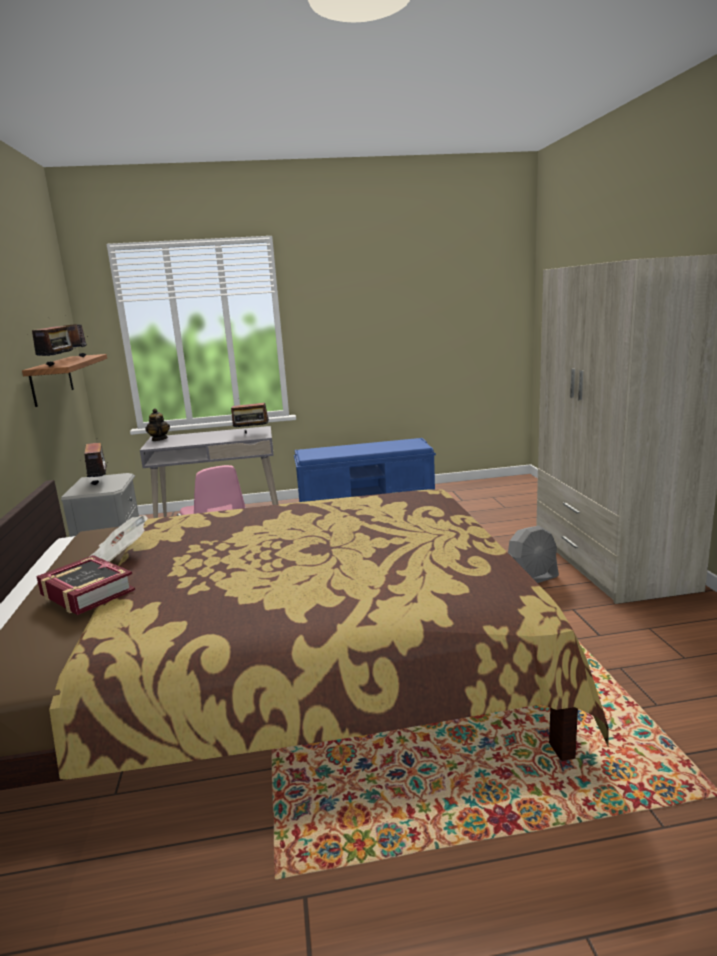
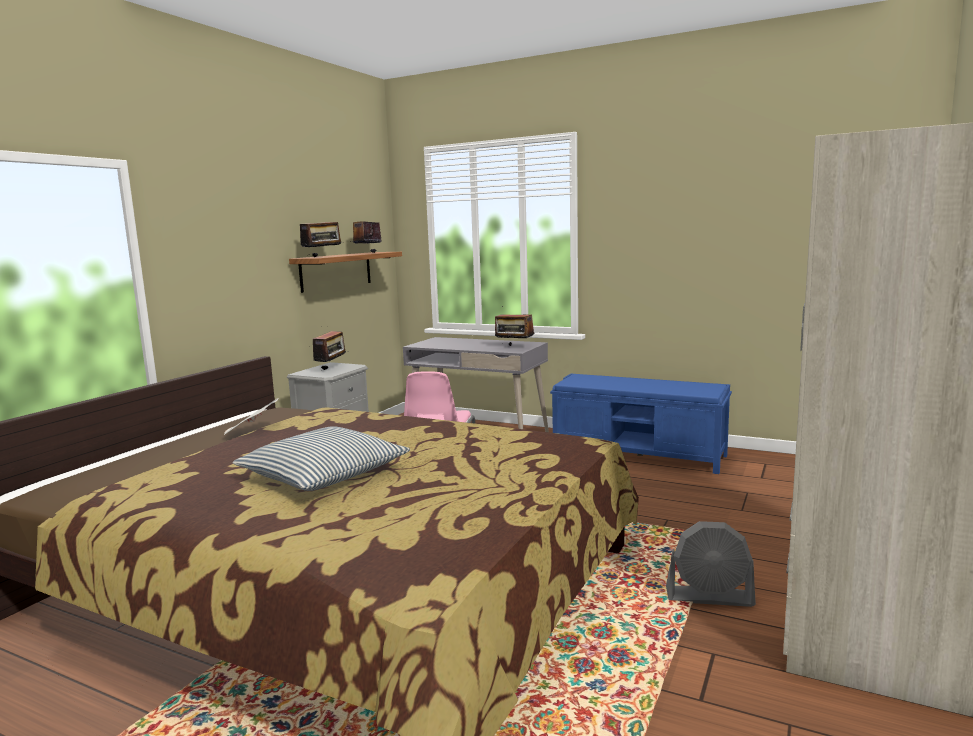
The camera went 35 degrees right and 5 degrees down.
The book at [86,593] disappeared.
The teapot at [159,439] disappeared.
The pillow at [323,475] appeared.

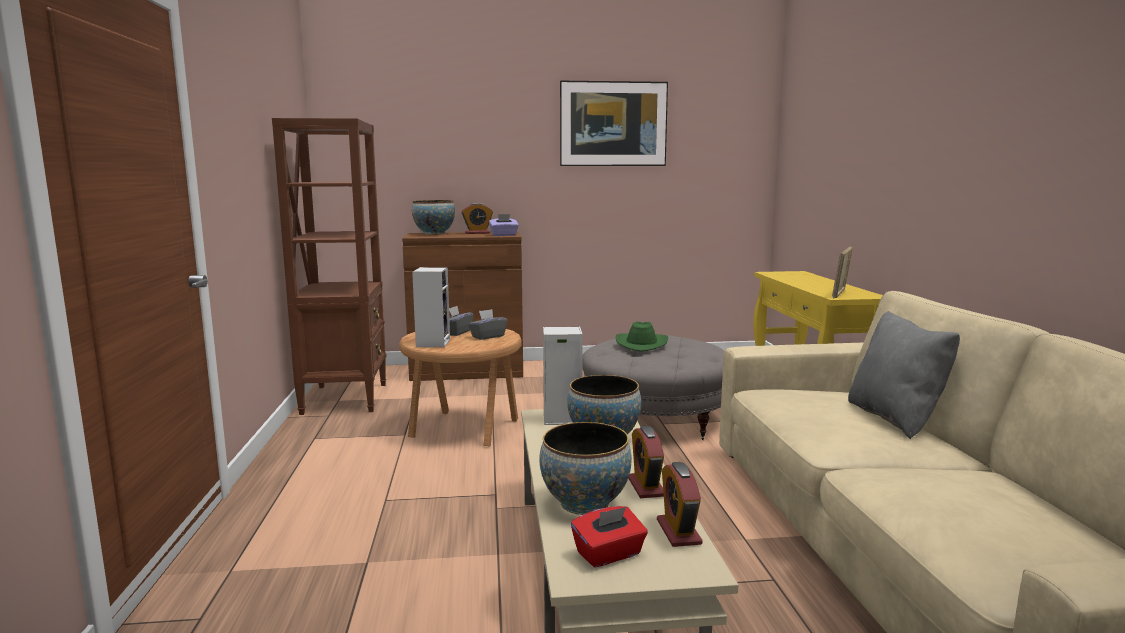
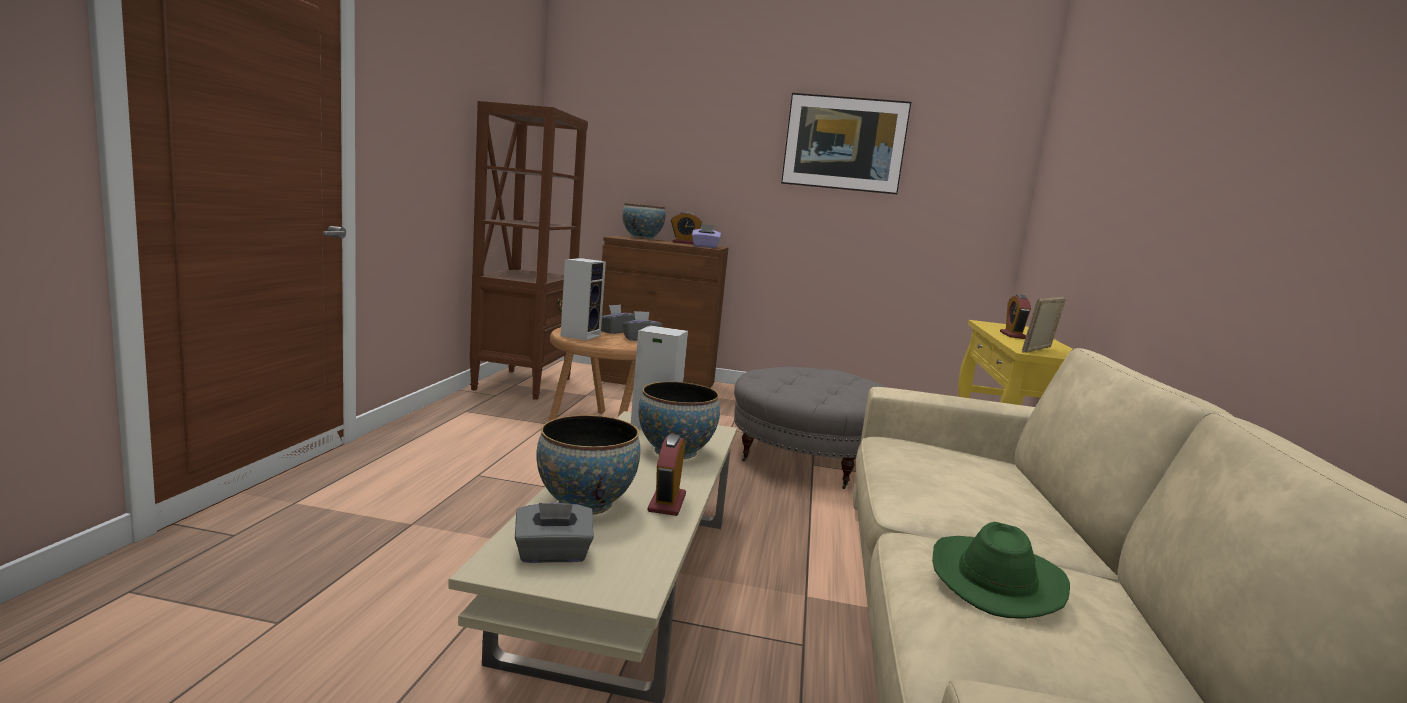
The camera went 15 degrees right and 0 degrees up.
The grey pillow at [895,419] disappeared.
The green hat moved from [641,344] to [995,580].
The alarm clock moved from [678,532] to [1013,335].
The red tissue box at [609,554] became the grey tissue box at [552,554].

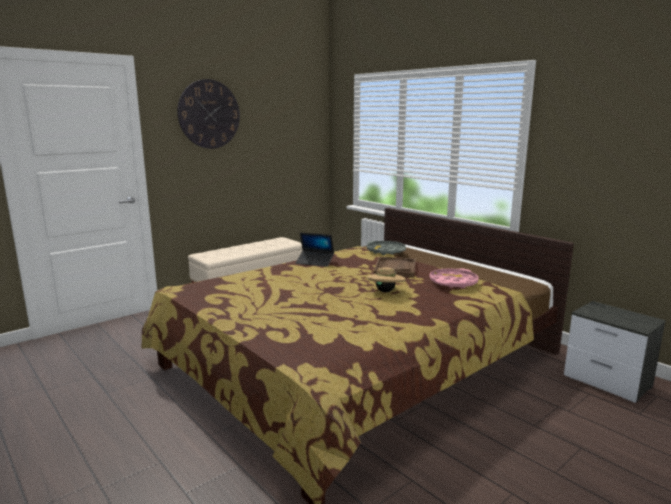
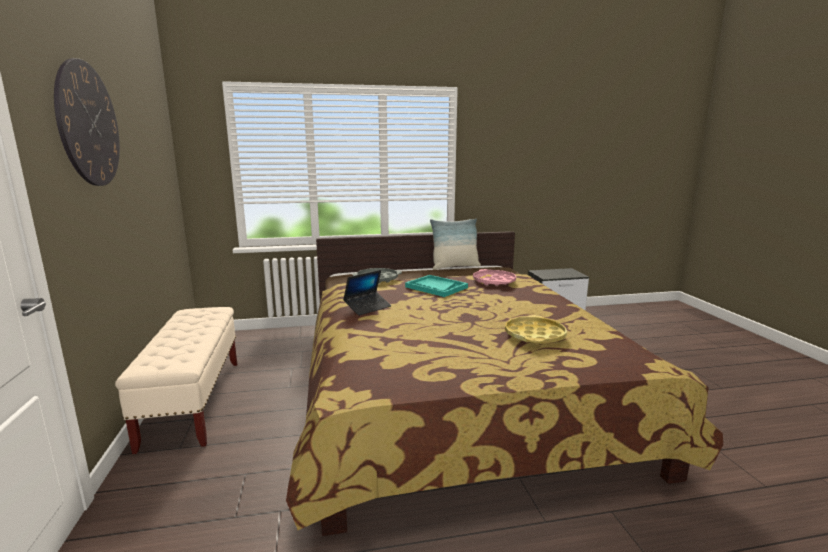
The camera went 60 degrees left and 0 degrees up.
The beige hat at [386,291] disappeared.
The pillow at [455,267] appeared.
The yellow tray at [534,335] appeared.
The brown tray at [395,268] became the turquoise tray at [436,287].

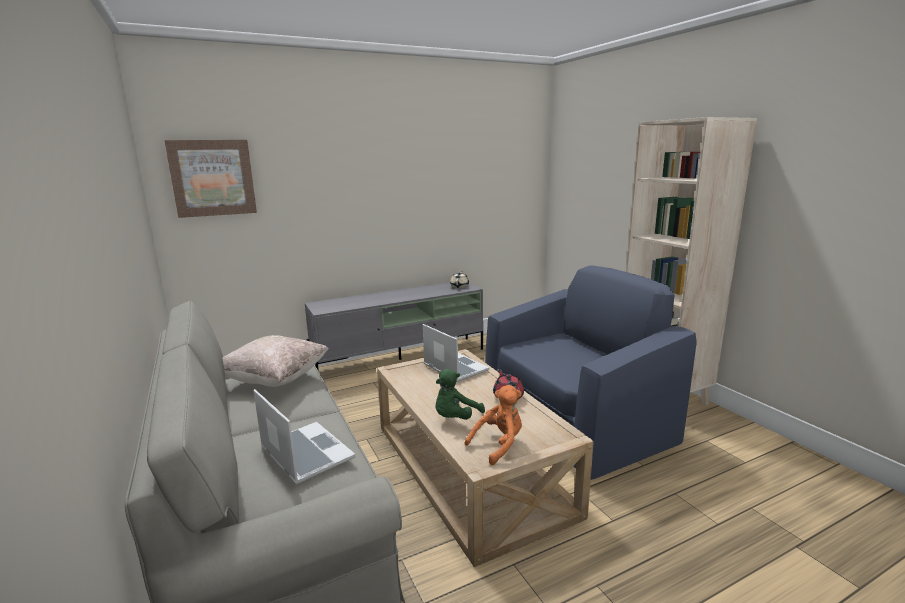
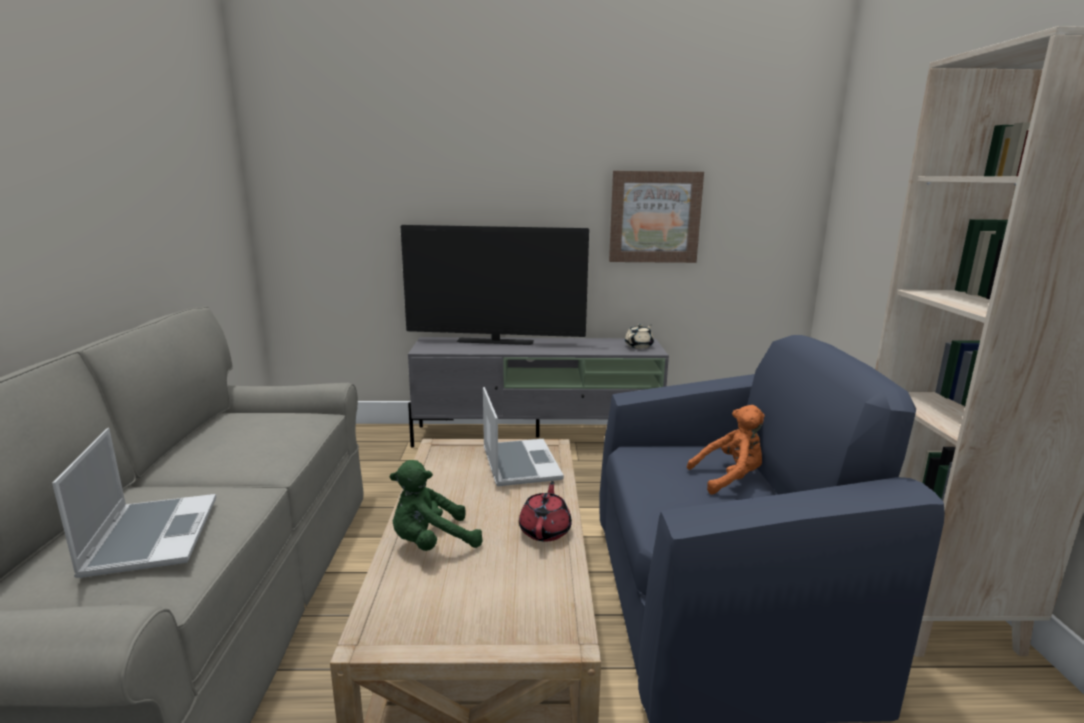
The camera went 25 degrees right and 0 degrees up.
The beige pillow at [275,380] disappeared.
The television at [495,342] appeared.
The picture moved from [212,178] to [654,217].
The orange plush toy moved from [498,445] to [730,478].

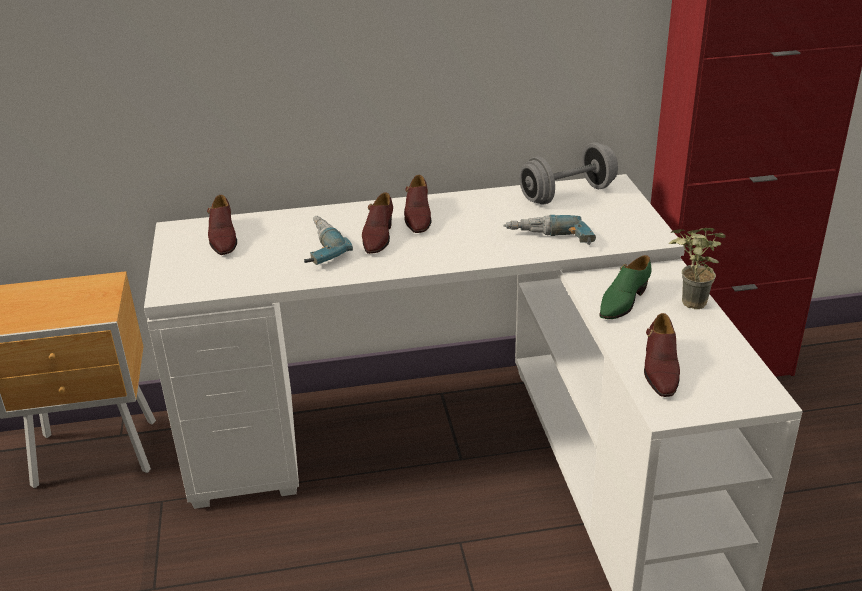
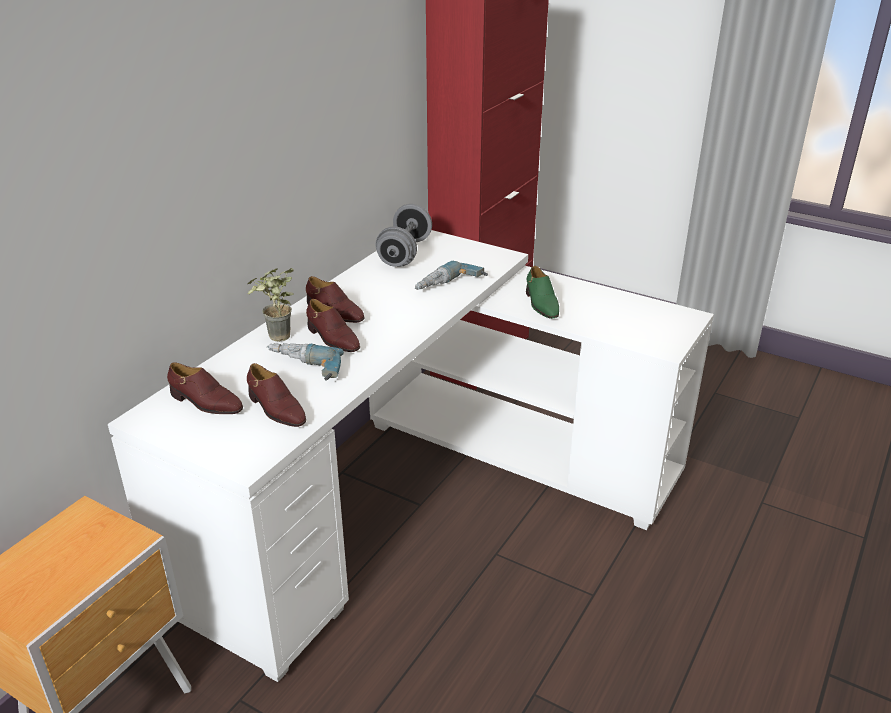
The camera went 50 degrees left and 0 degrees up.
The brown shoe moved from [660,370] to [276,409].
The potted plant moved from [687,304] to [276,340].

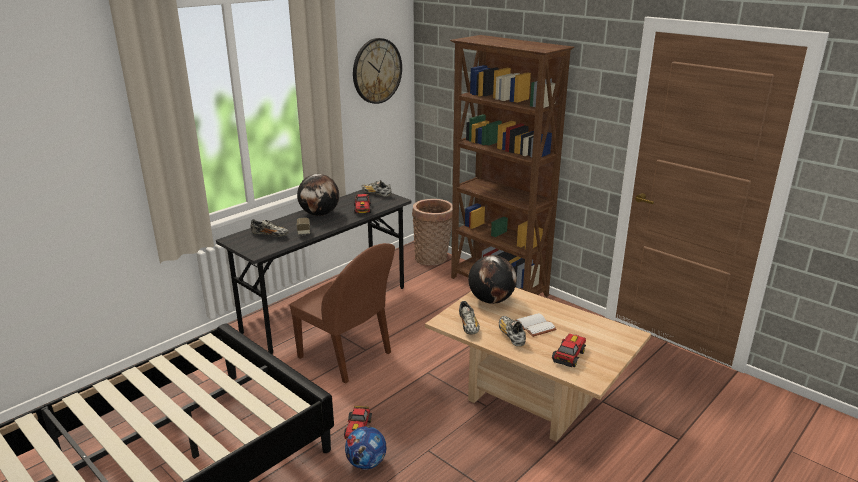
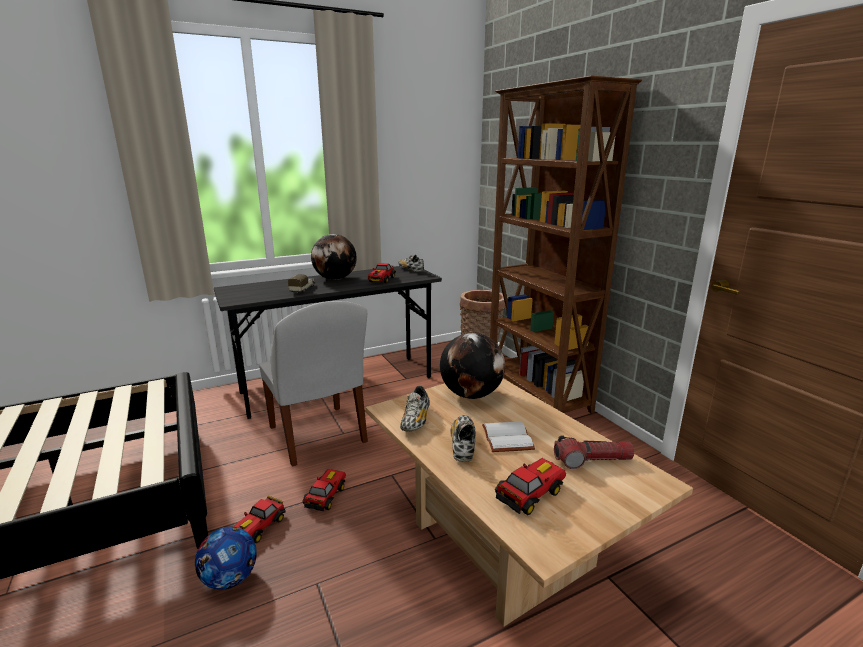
The camera went 20 degrees right and 5 degrees down.
The shoe at [270,235] disappeared.
The wall clock at [377,71] disappeared.
The toy car at [326,495] appeared.
The flashlight at [592,460] appeared.
The brown chair at [346,356] became the white chair at [318,436].

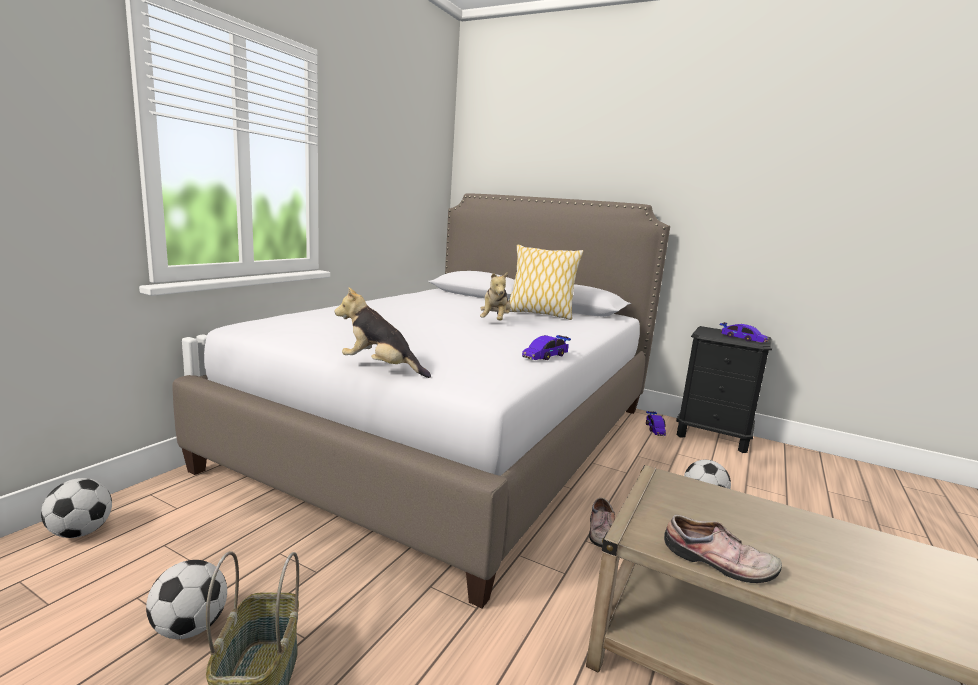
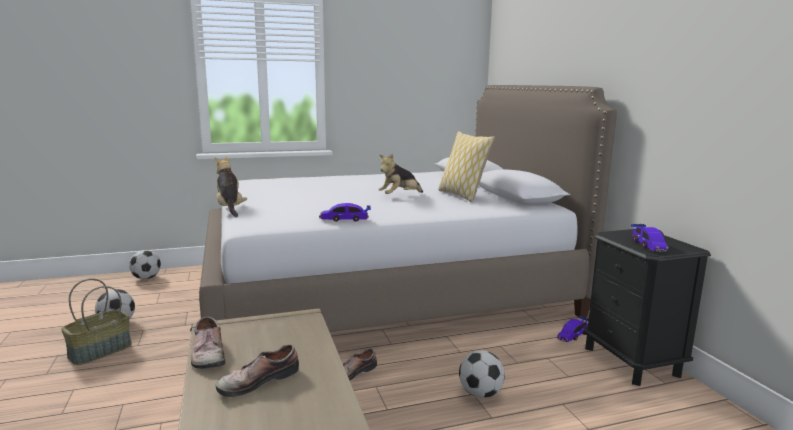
The camera went 45 degrees right and 0 degrees up.
The shoe at [257,380] appeared.

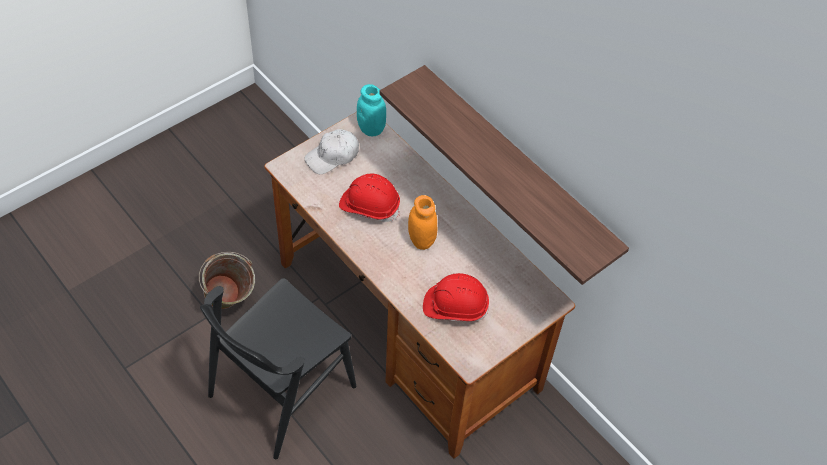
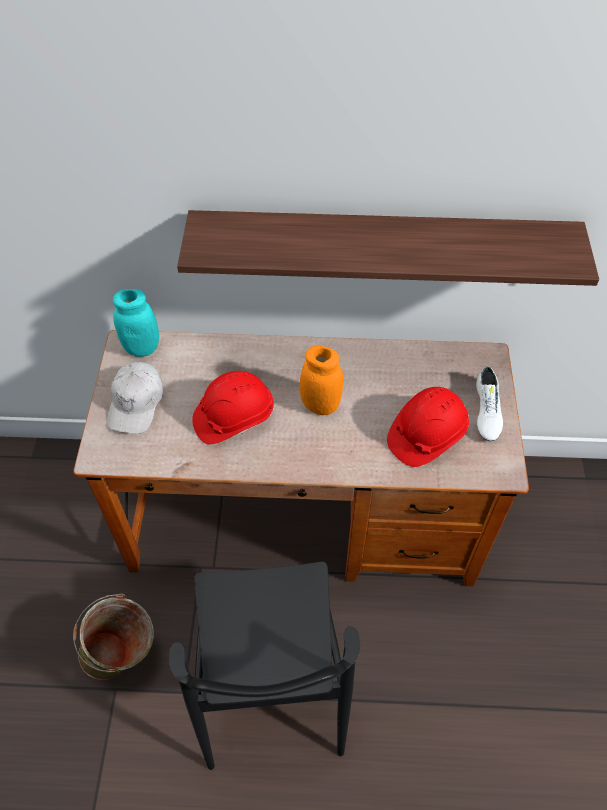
The camera went 45 degrees left and 0 degrees up.
The white shoe at [486,412] appeared.

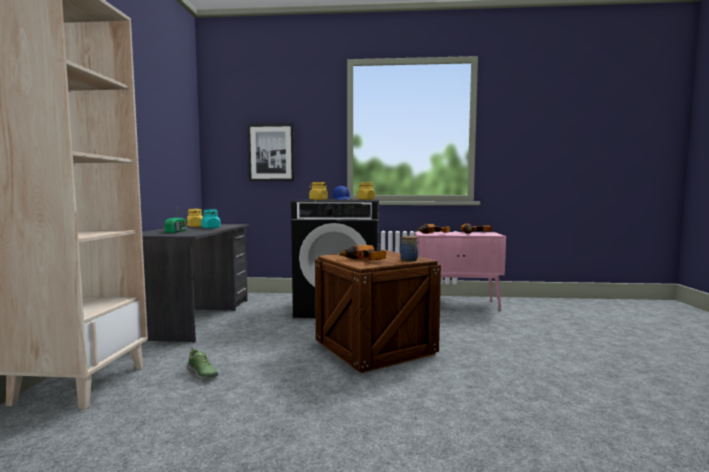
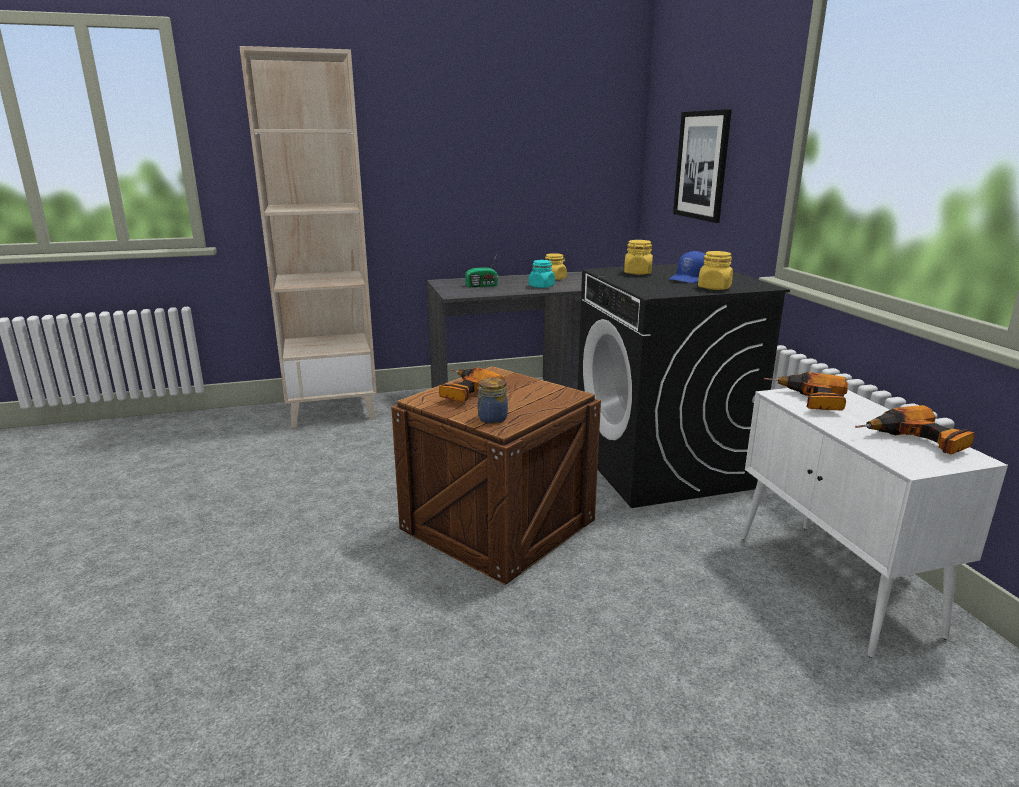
The camera went 70 degrees right and 15 degrees up.
The shoe at [202,373] disappeared.
The pink cabinet at [457,305] became the white cabinet at [835,585].

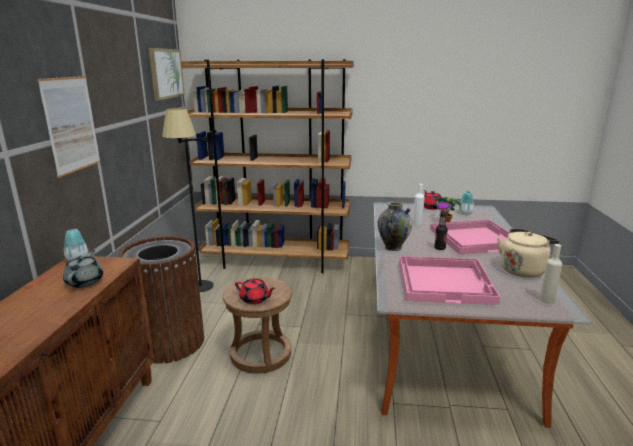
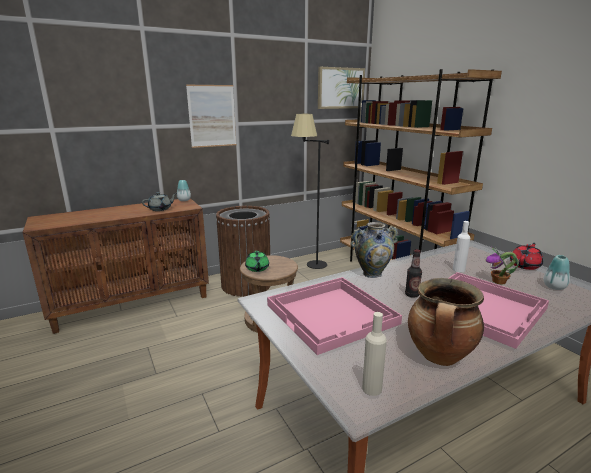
The camera went 55 degrees right and 0 degrees up.
The beige kettle at [523,270] was replaced by the cooking pot at [440,357].
The red teapot at [255,299] became the green teapot at [257,268].

